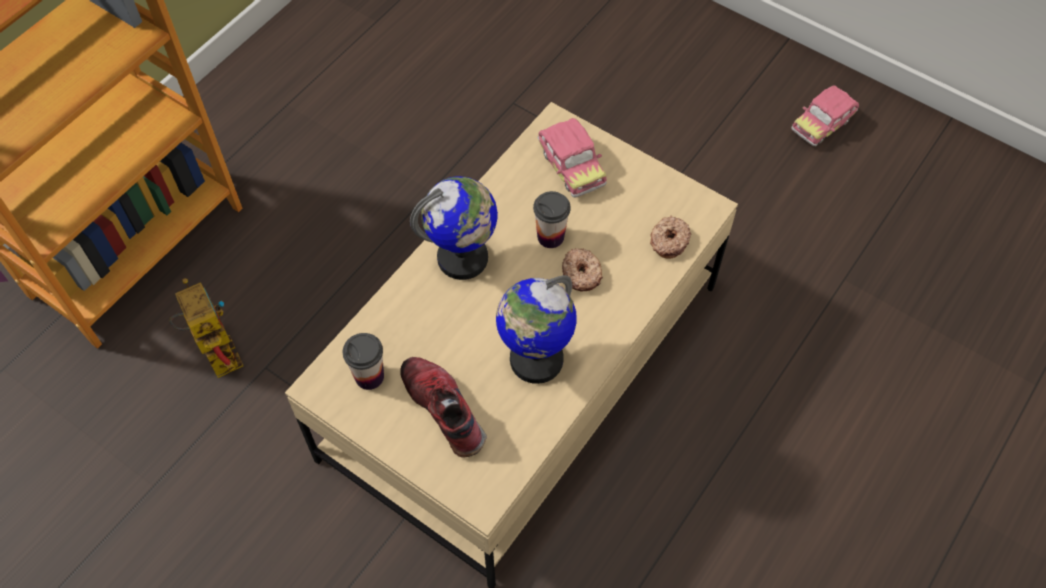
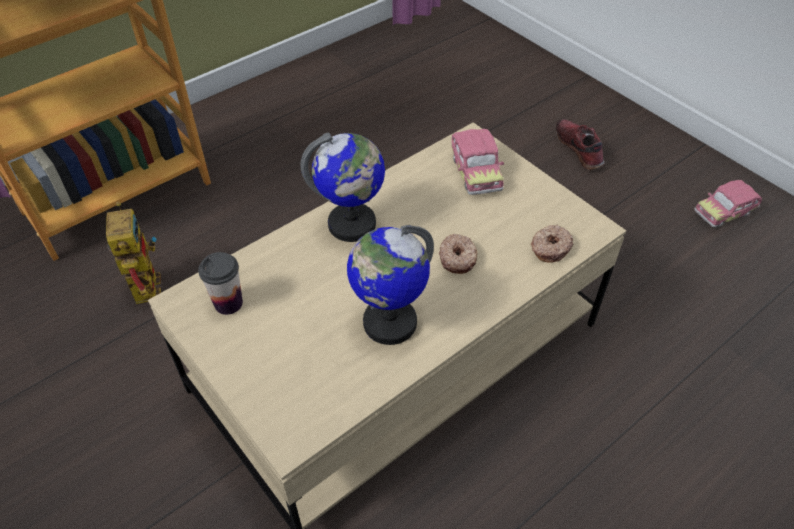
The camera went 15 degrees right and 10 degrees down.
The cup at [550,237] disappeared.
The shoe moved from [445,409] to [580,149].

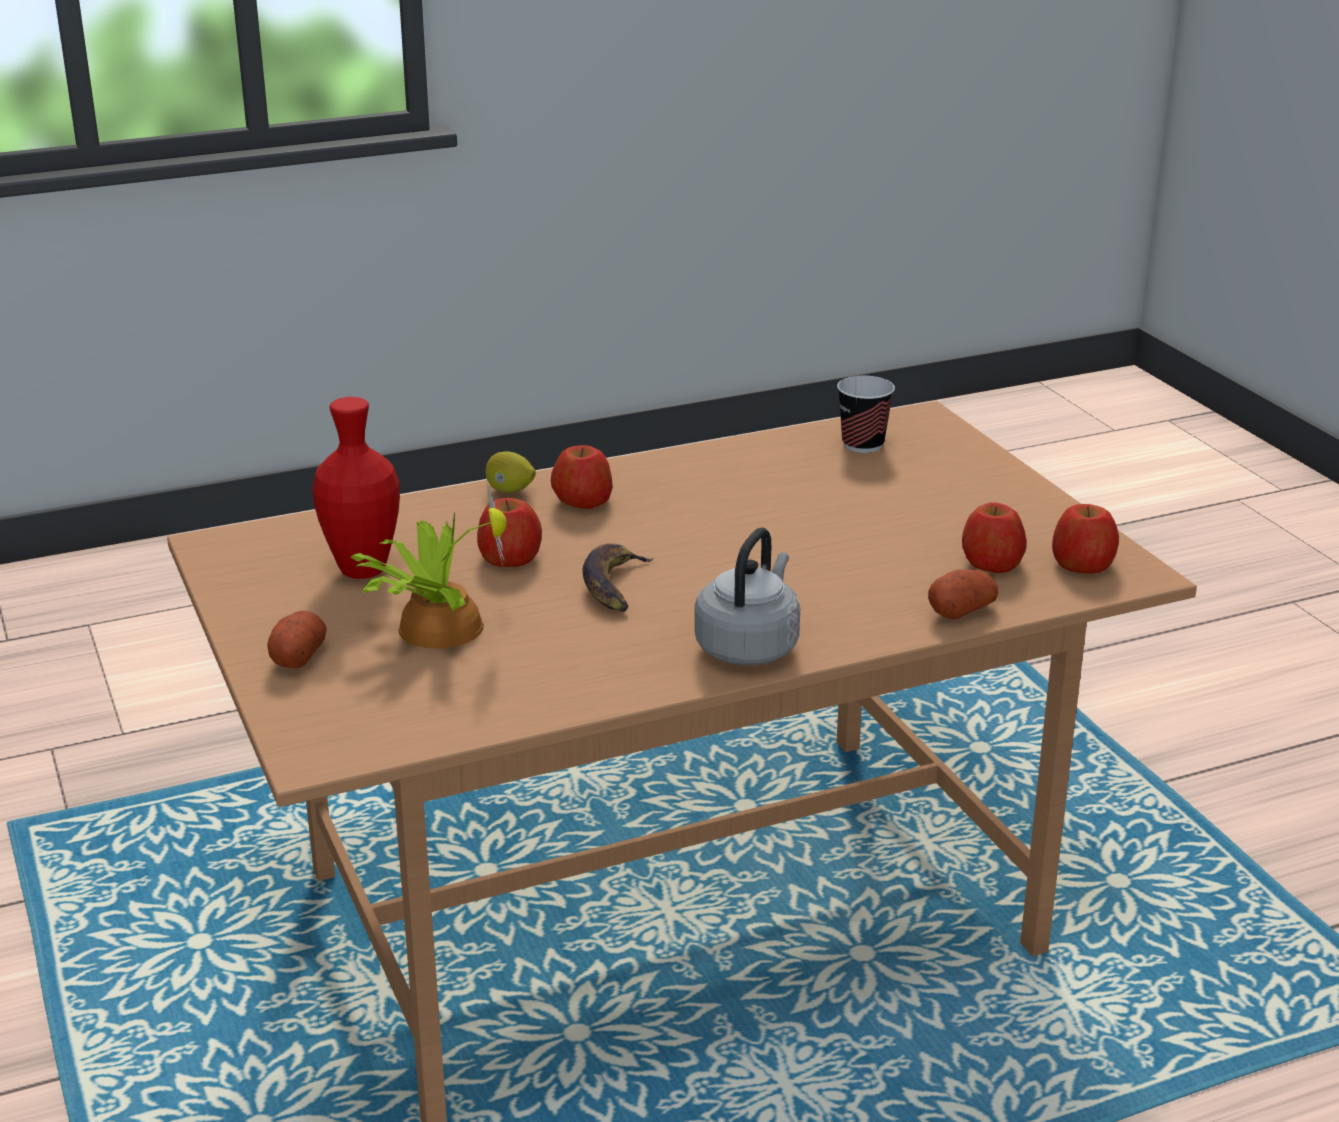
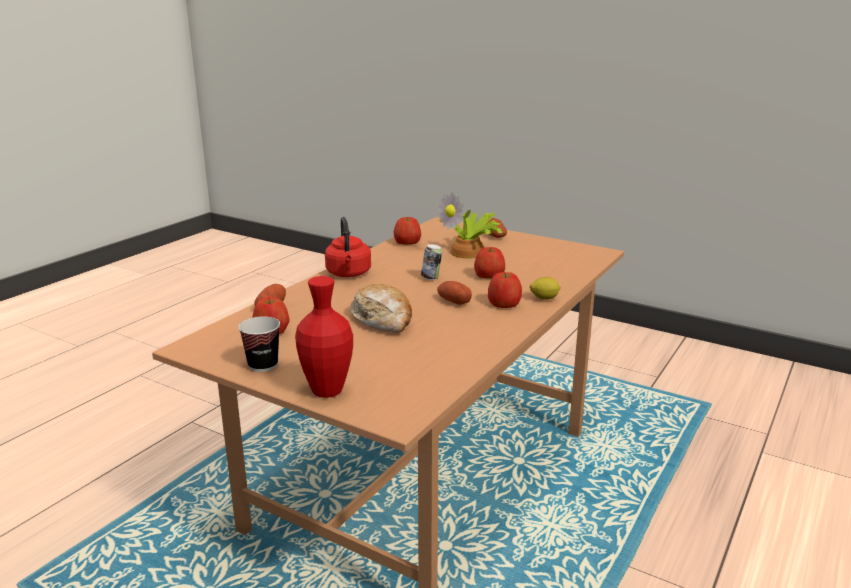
The camera went 145 degrees right and 5 degrees down.
The bread at [383,320] appeared.
The potato at [454,301] appeared.
The red vase moved from [363,570] to [327,391].
The cup moved from [863,445] to [263,365].
The apple moved from [1083,564] to [407,243].
The banana at [614,585] was replaced by the can at [431,278].
The grey kettle at [749,646] became the red kettle at [348,274].

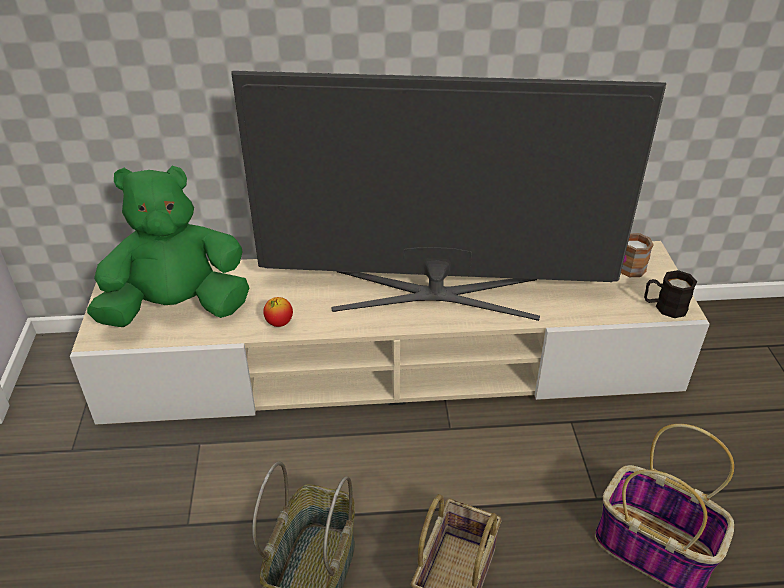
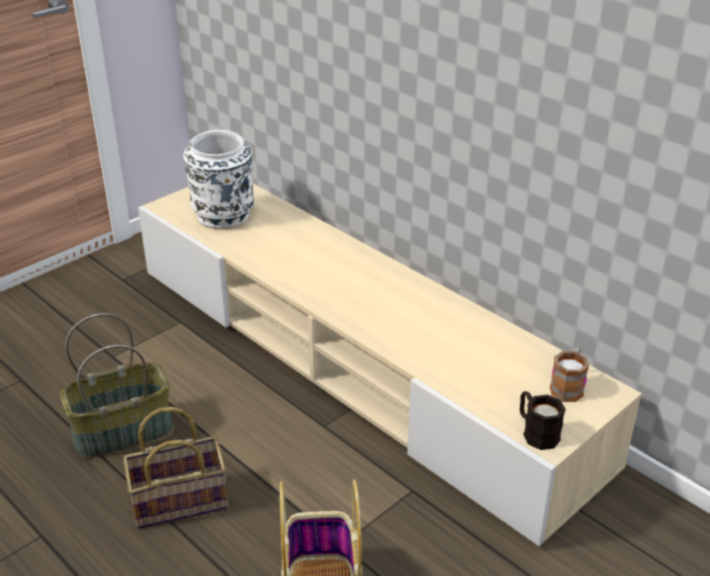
The camera went 50 degrees right and 5 degrees down.
The television at [436,293] disappeared.
The apple at [279,323] disappeared.
The green plush toy at [178,309] was replaced by the white vase at [223,216].

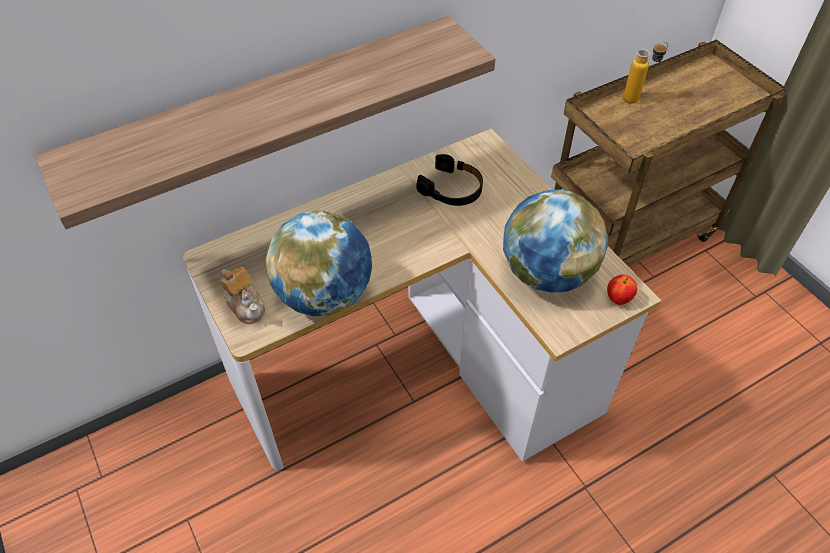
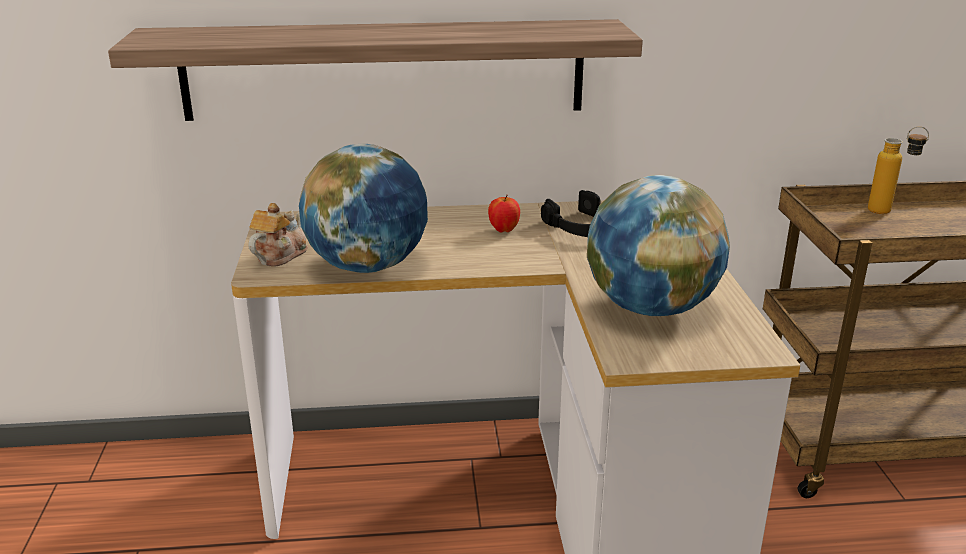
The camera went 25 degrees right and 25 degrees down.
The apple moved from [618,299] to [504,230].
The teapot at [245,305] turned 135 degrees counterclockwise.

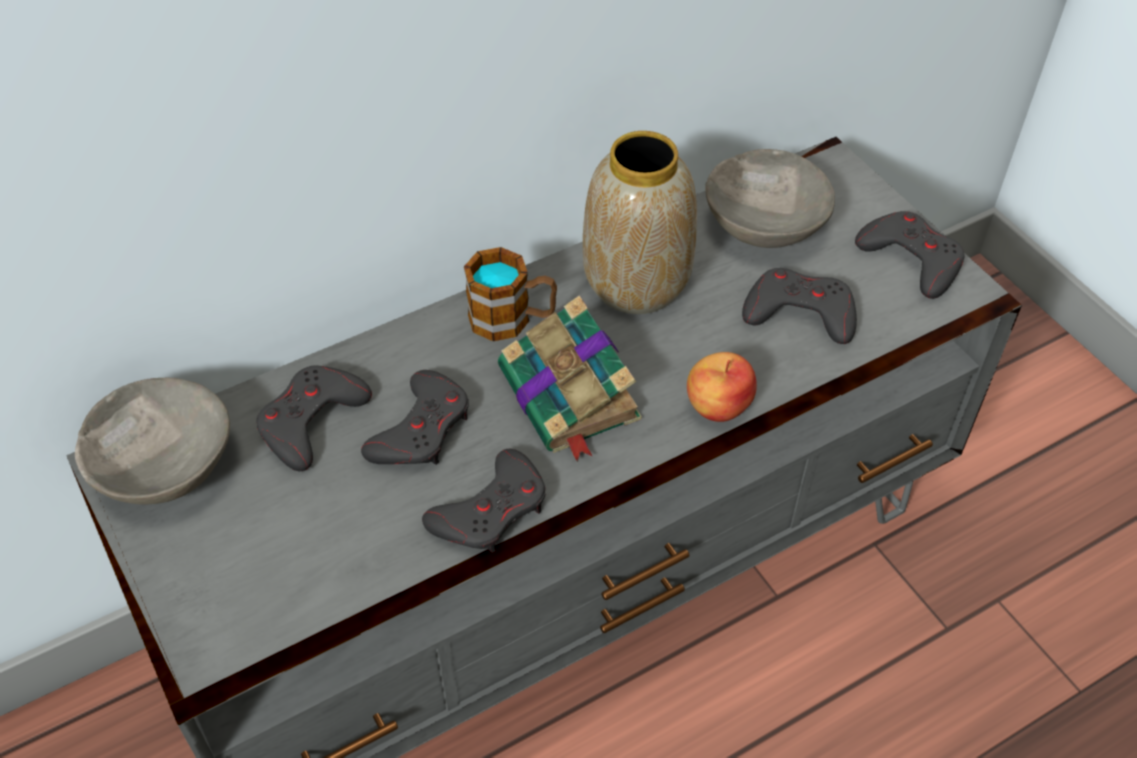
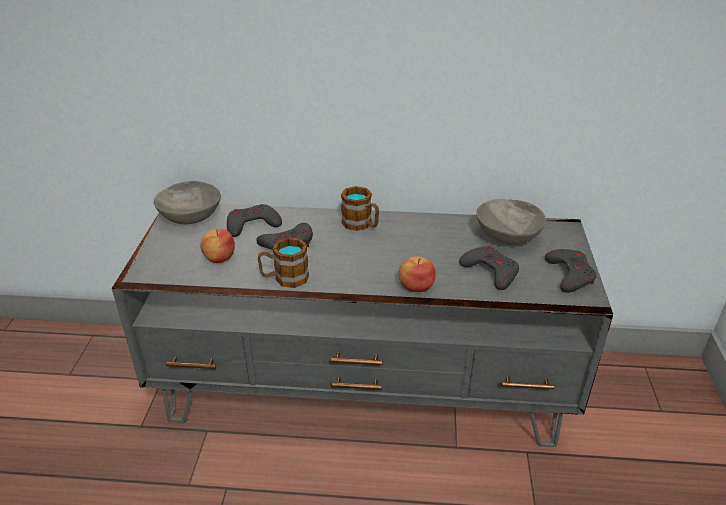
The camera went 35 degrees right and 15 degrees down.
The book at [570,396] disappeared.
The vase at [635,282] disappeared.
The apple at [219,258] appeared.
The grey game controller at [491,510] was replaced by the mug at [284,278].

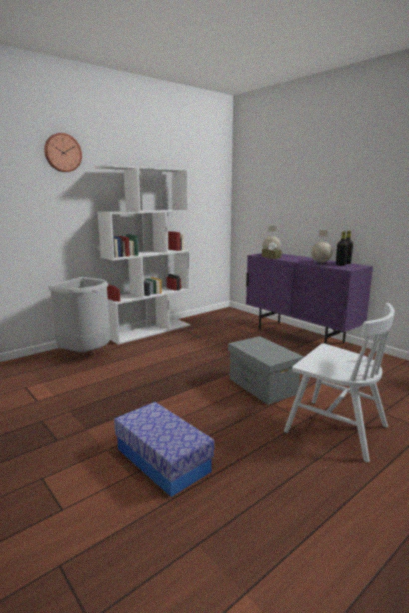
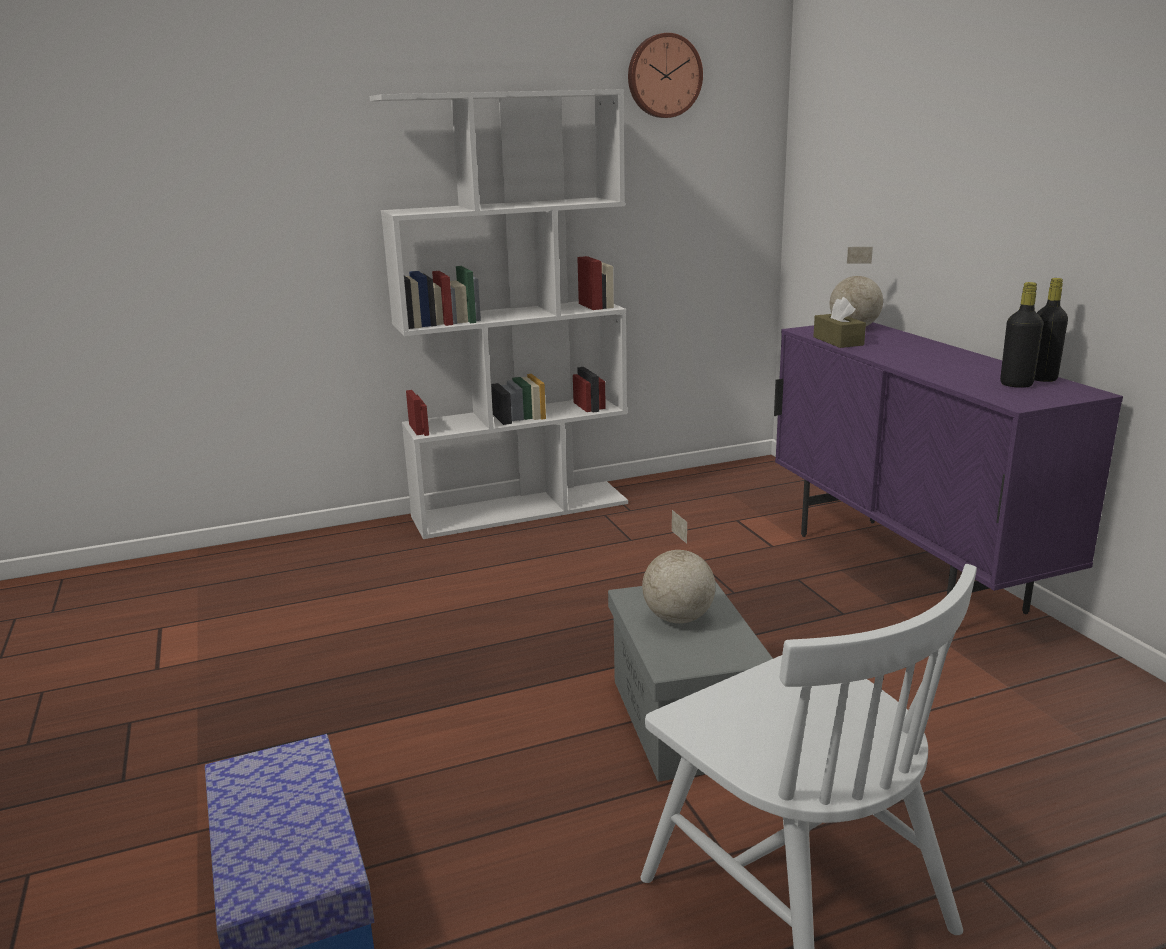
The camera went 20 degrees right and 5 degrees up.
The grey trash can at [87,355] disappeared.
The wall clock moved from [62,153] to [663,76].
The globe moved from [321,262] to [678,619].

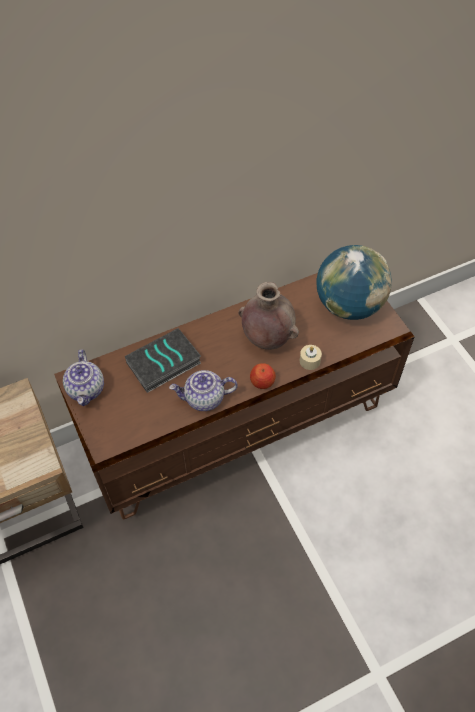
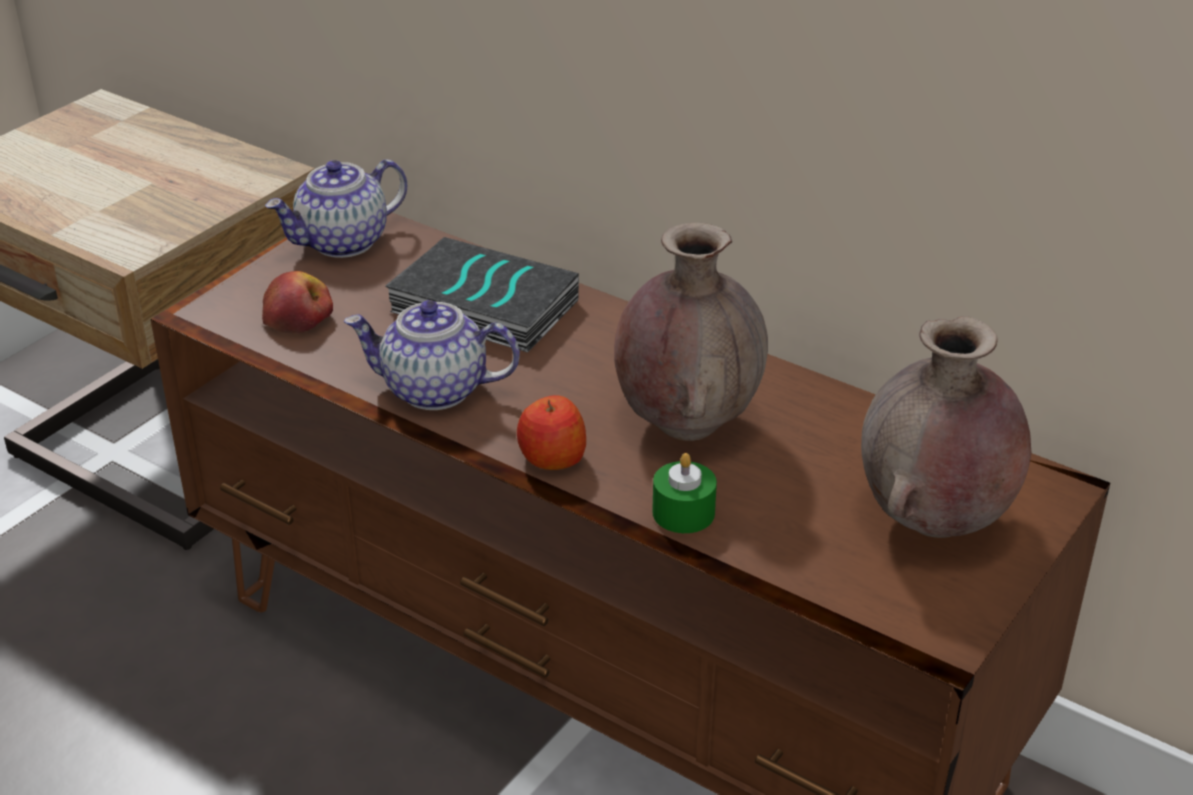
The camera went 60 degrees right and 20 degrees down.
The apple at [298,318] appeared.
The globe at [349,305] was replaced by the brown vase at [933,523].
The beige candle at [309,361] became the green candle at [683,512].
The teapot at [204,399] turned 45 degrees counterclockwise.

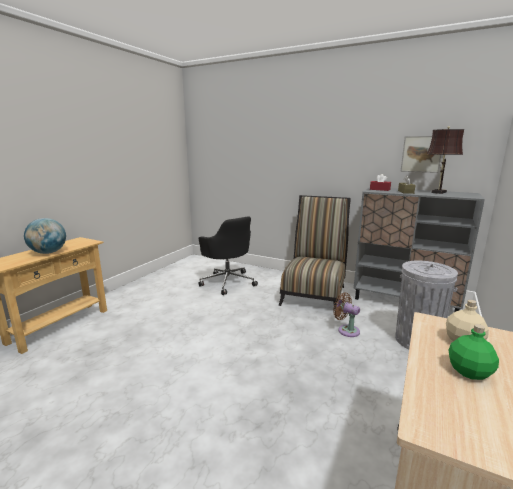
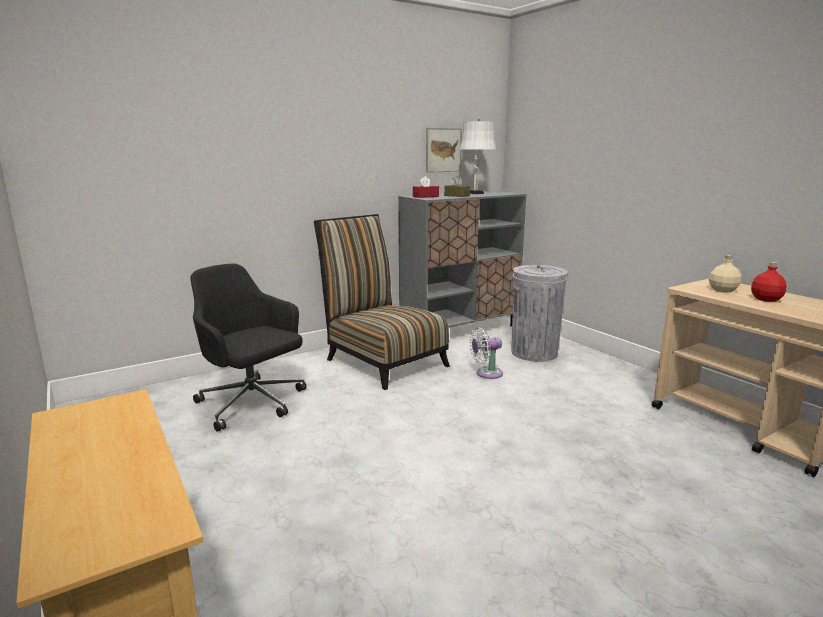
The camera went 60 degrees left and 0 degrees up.
The globe at [48,252] disappeared.
The brown fan at [346,330] became the white fan at [486,373].
The brown table lamp at [438,192] became the white table lamp at [476,193].
The green bottle at [470,372] became the red bottle at [766,299].
The black office chair at [228,282] turned 135 degrees counterclockwise.

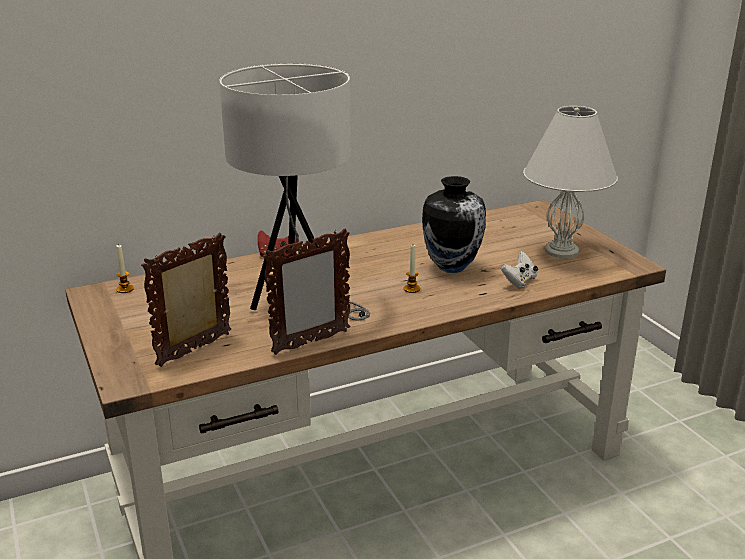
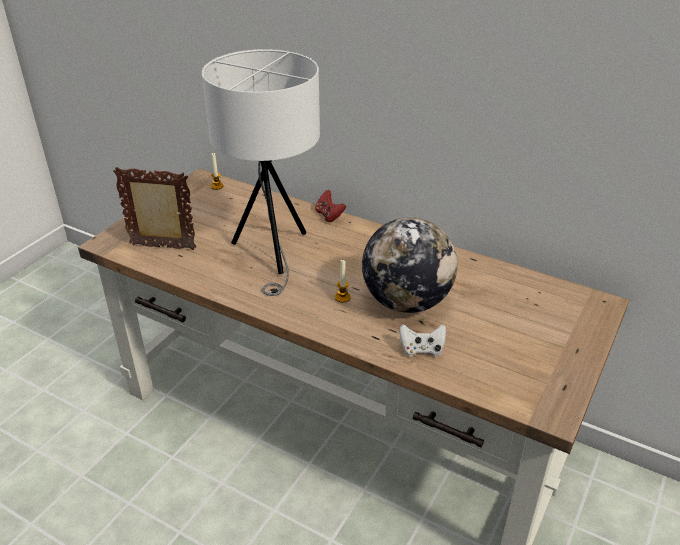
The camera went 55 degrees right and 10 degrees up.
The picture frame at [310,342] disappeared.
The white table lamp at [562,251] disappeared.
The vase at [452,267] was replaced by the globe at [406,302].

